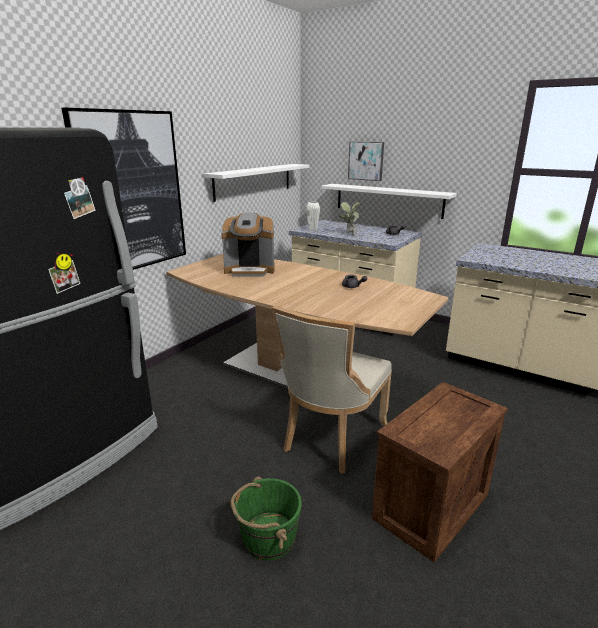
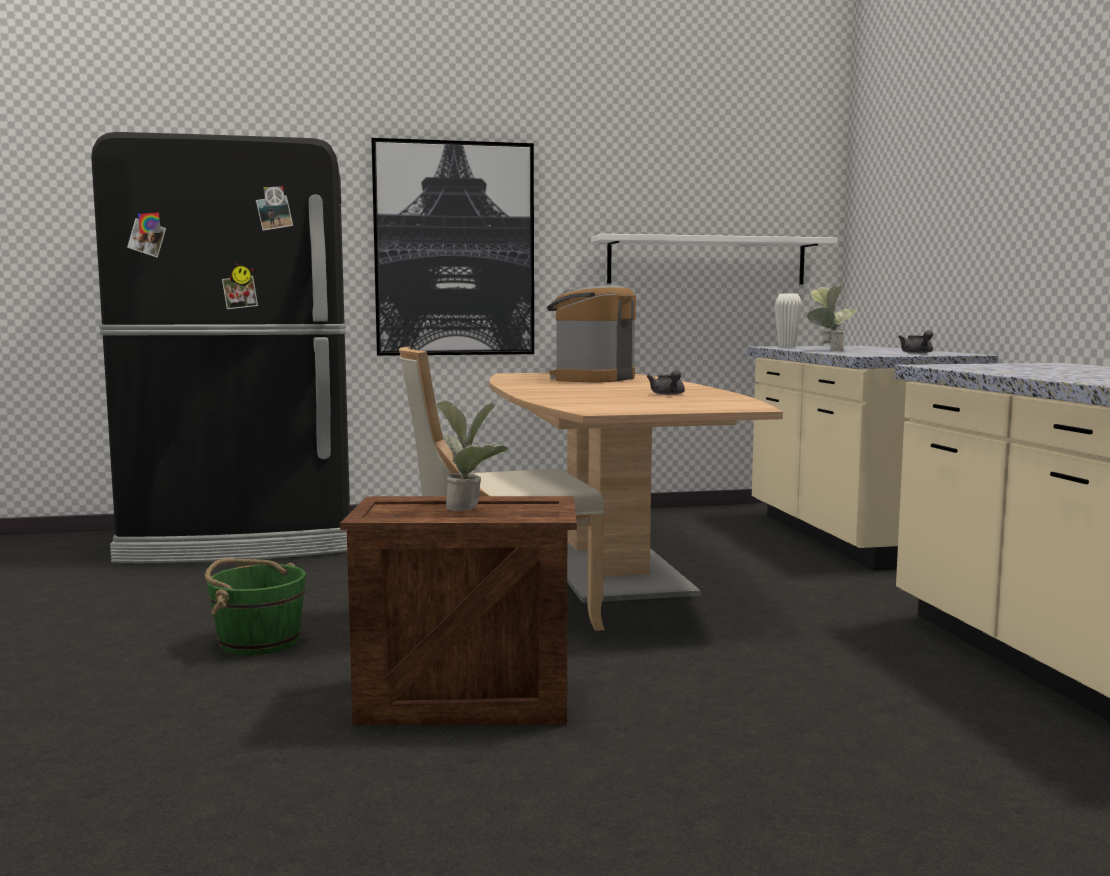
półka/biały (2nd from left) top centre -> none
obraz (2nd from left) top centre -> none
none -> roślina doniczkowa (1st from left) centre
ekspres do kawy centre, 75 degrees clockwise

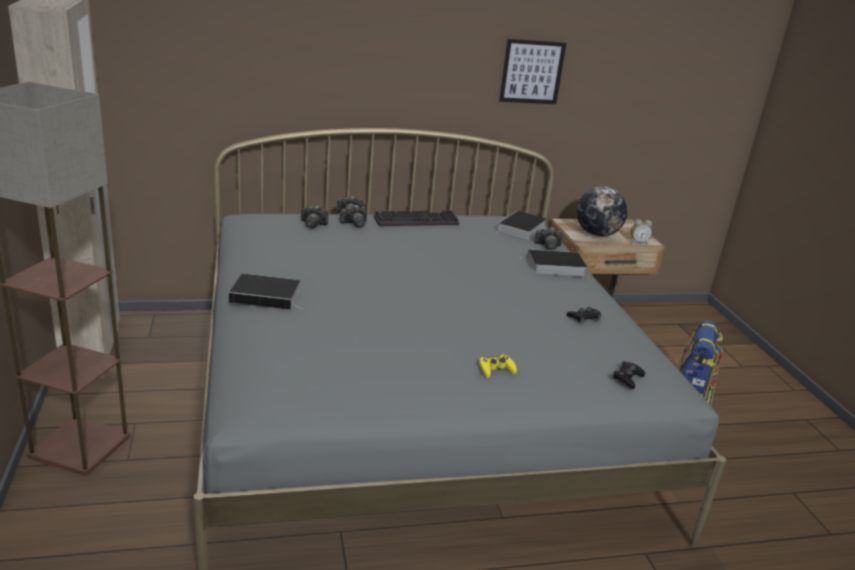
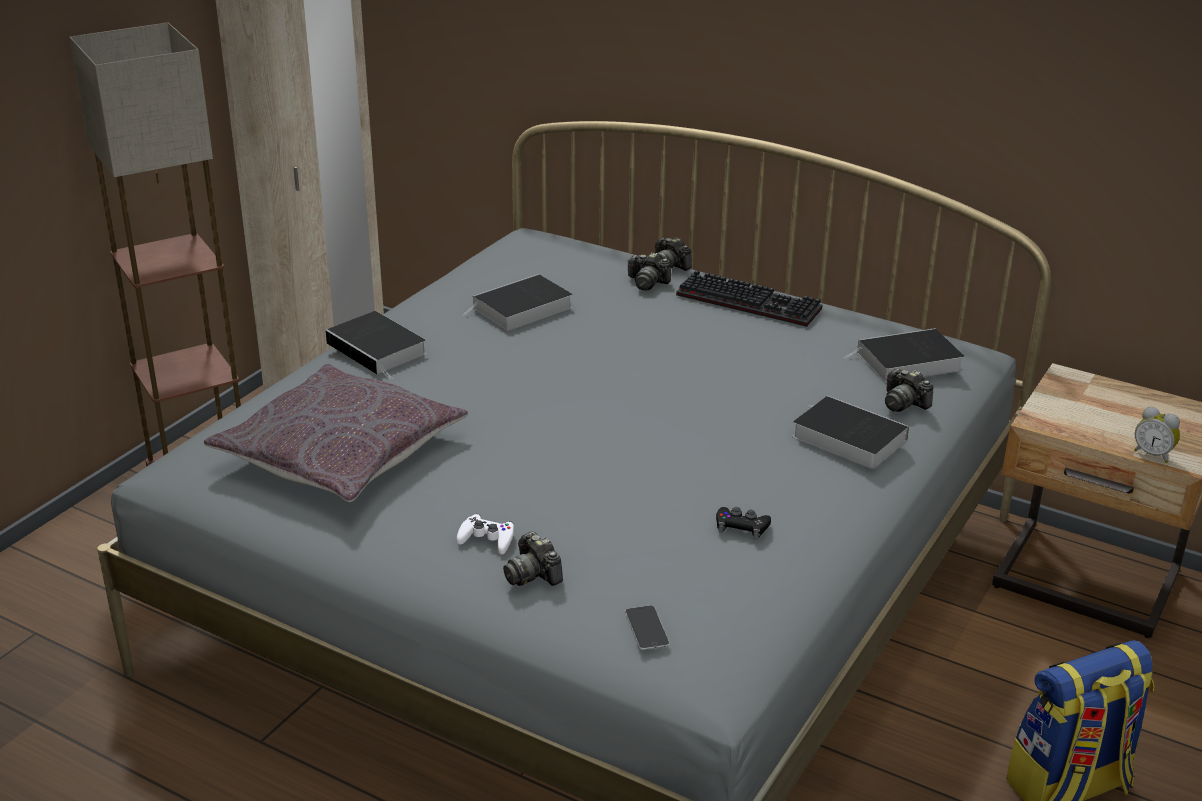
obraz top centre -> none
globus middle right -> none
none -> poduszka/szary middle left
none -> książka (2nd from left) centre
aparat fotograficzny (1st from left) centre -> aparat fotograficzny (1st from left) bottom centre, moved
pad do gier/czarny (2nd from left) middle right -> telefon bottom centre
pad do gier/żółty centre -> pad do gier/biały bottom centre

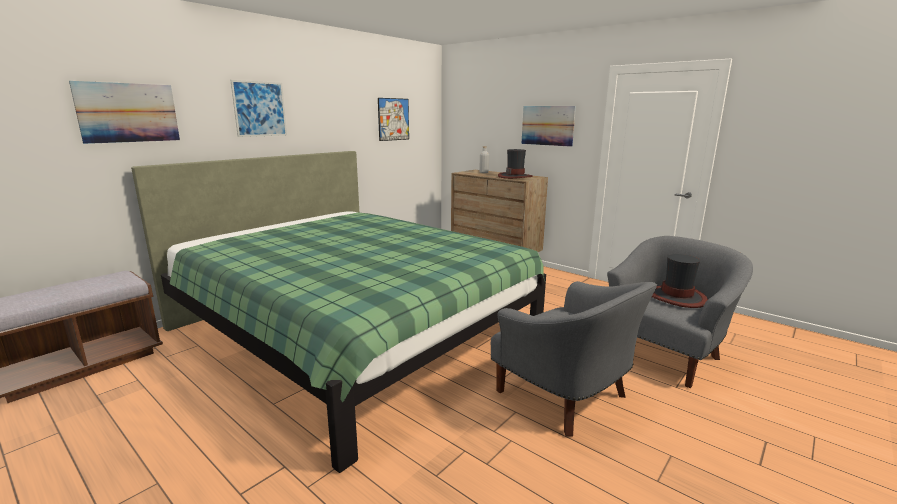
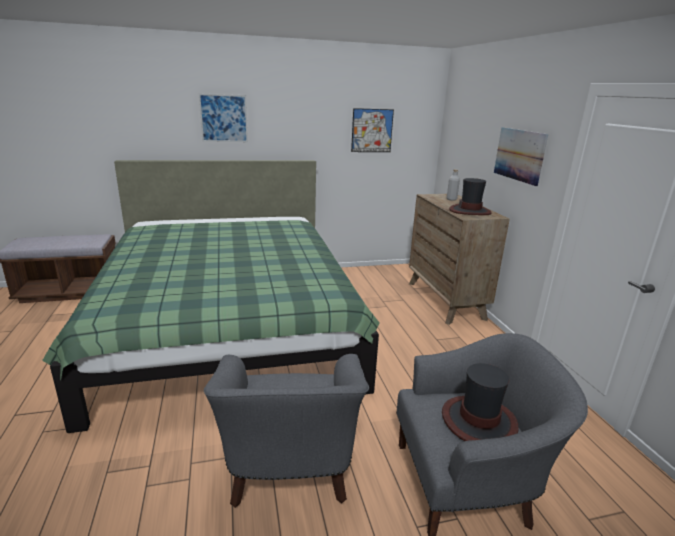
obraz (1st from left) top left -> none

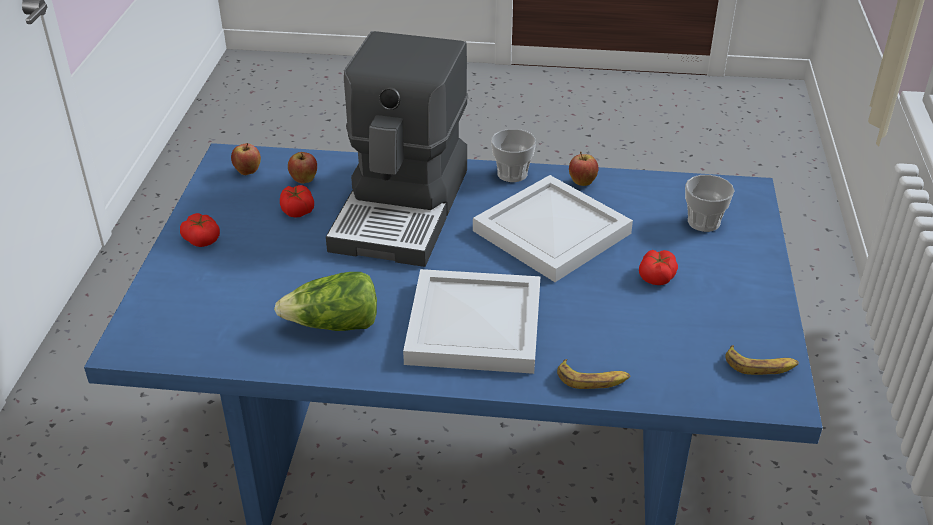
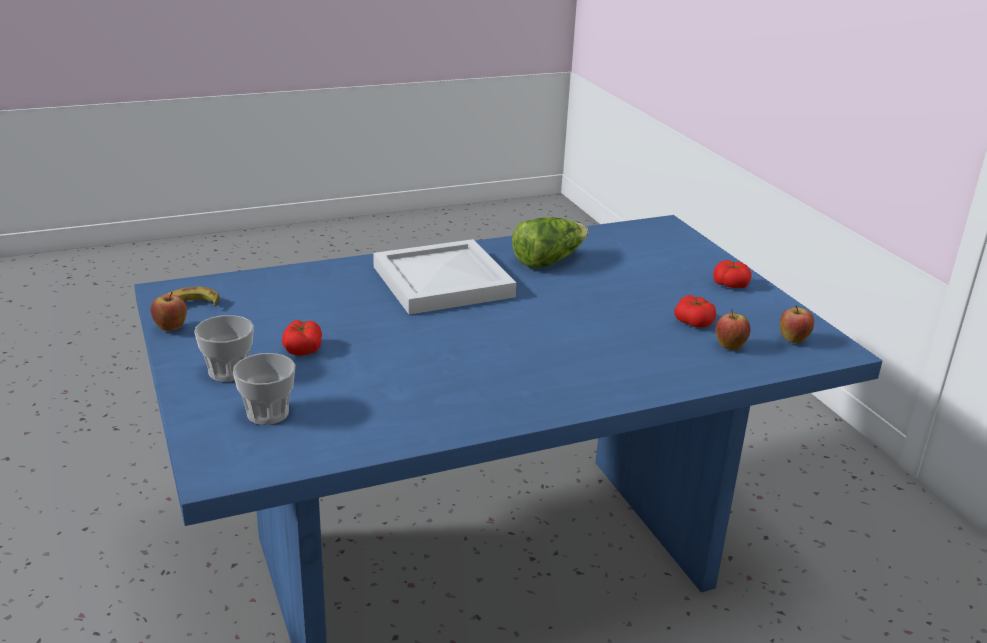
ekspres do kawy top centre -> none
taca/biały (2nd from left) centre -> none
banan (1st from left) bottom centre -> none
filiżanka (1st from left) top centre -> filiżanka (1st from left) middle left, moved
jabłko (3rd from left in the first image) top centre -> jabłko (1st from left) middle left, moved

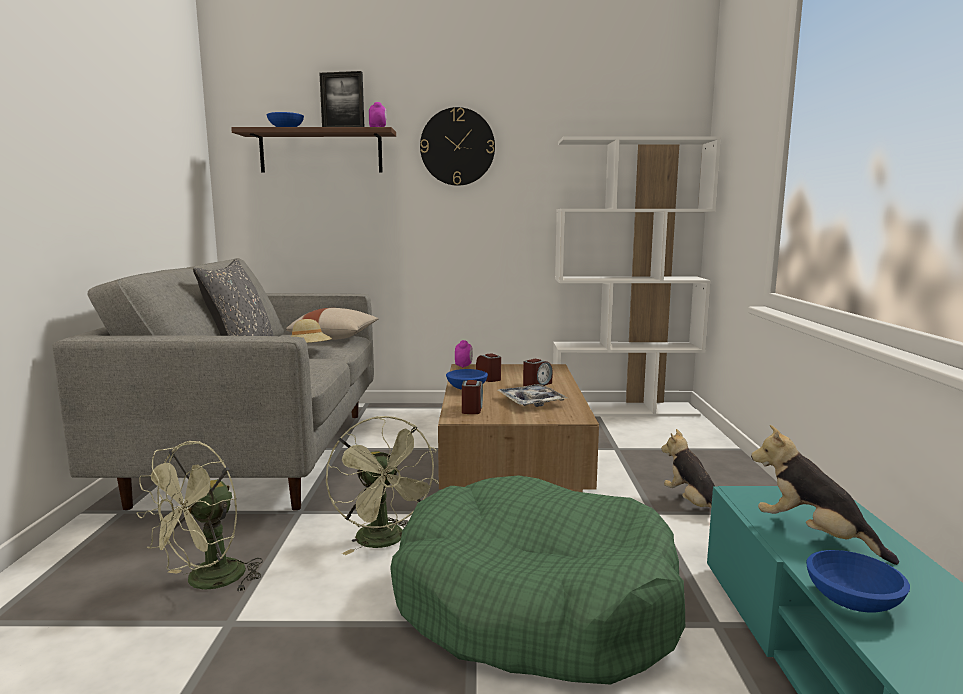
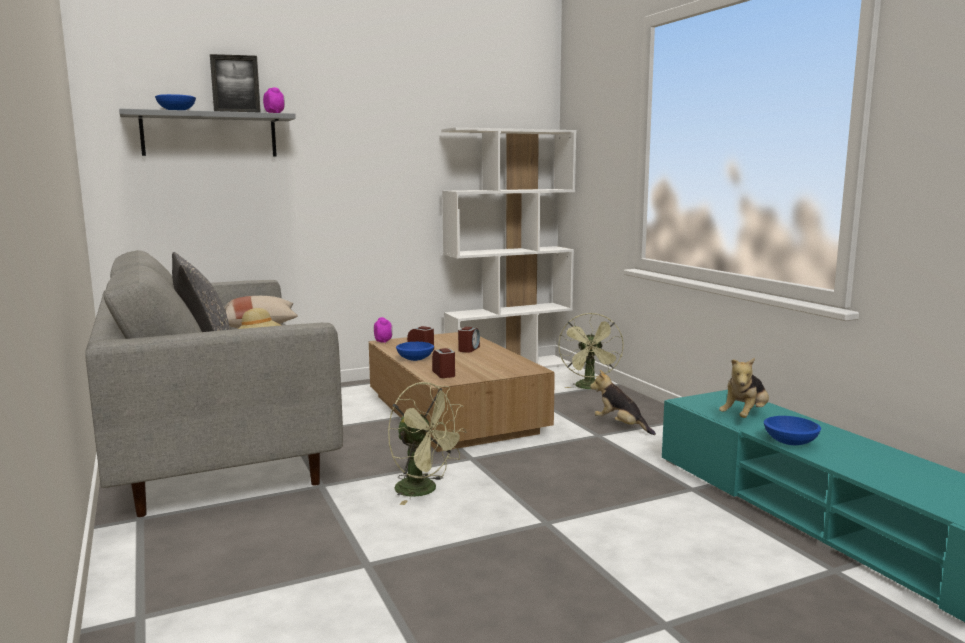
legowisko/zielony bottom centre -> none
zegar ścienny top centre -> none
taca centre -> none
wentylator/zielony (1st from left in the first image) bottom left -> wentylator/zielony (2nd from left) centre, moved
półka/brązowy top left -> półka/szary top left
pluszak (2nd from left) bottom right -> pluszak (2nd from left) middle right, 75 degrees counterclockwise

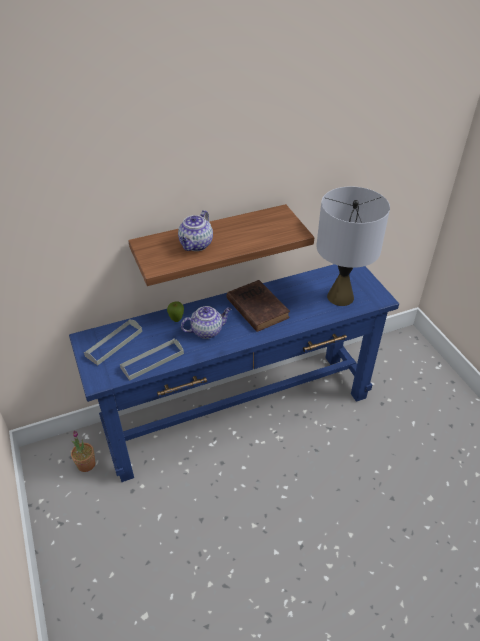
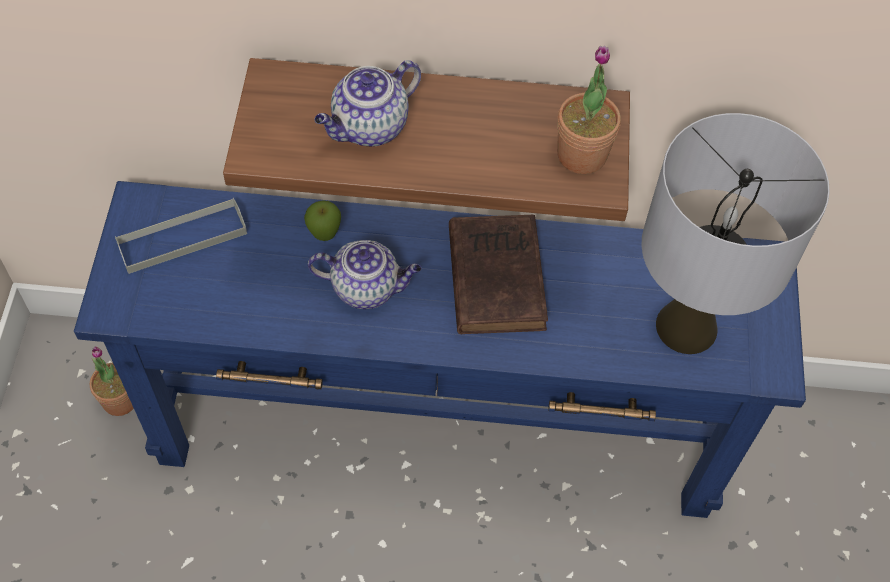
taca/szary (2nd from left) middle left -> none
none -> roślina doniczkowa (2nd from left) top centre

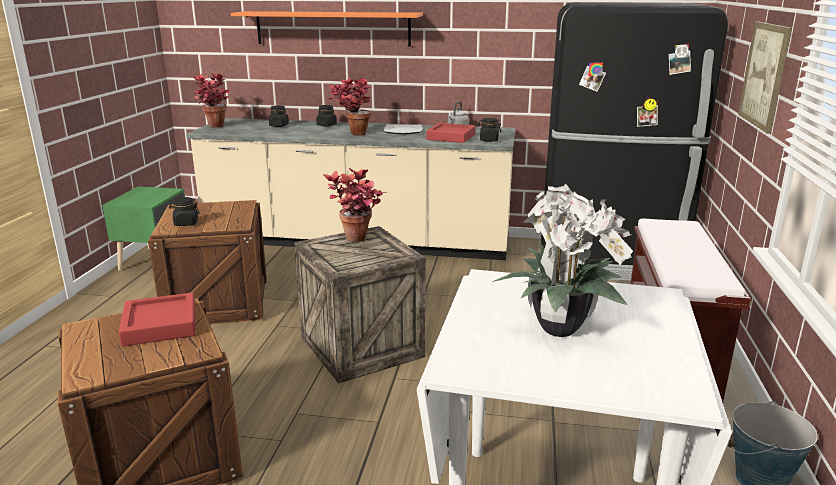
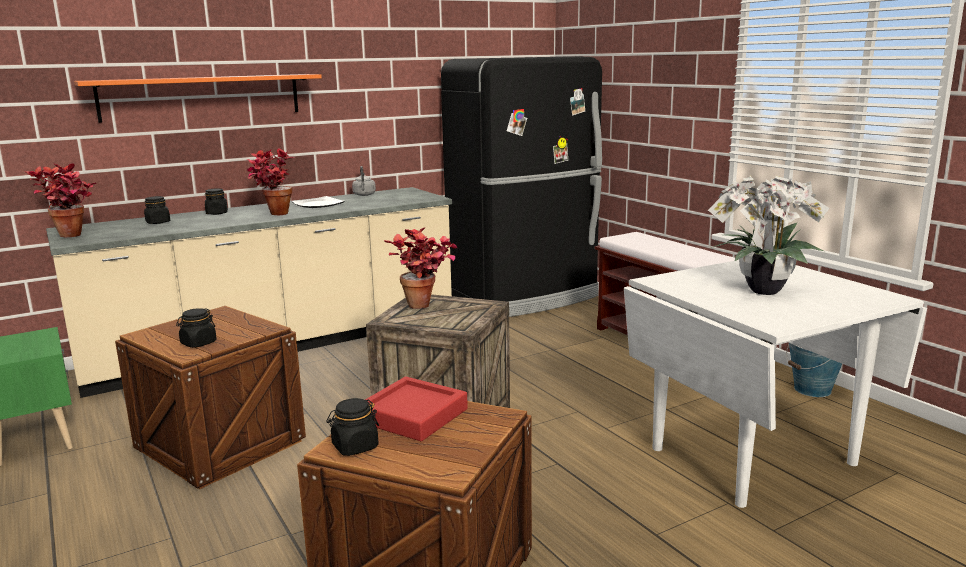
taca/czerwony (2nd from left) top centre -> none
obraz top right -> none
słoik/czarny (4th from left) top centre -> słoik/czarny (4th from left) bottom centre, moved

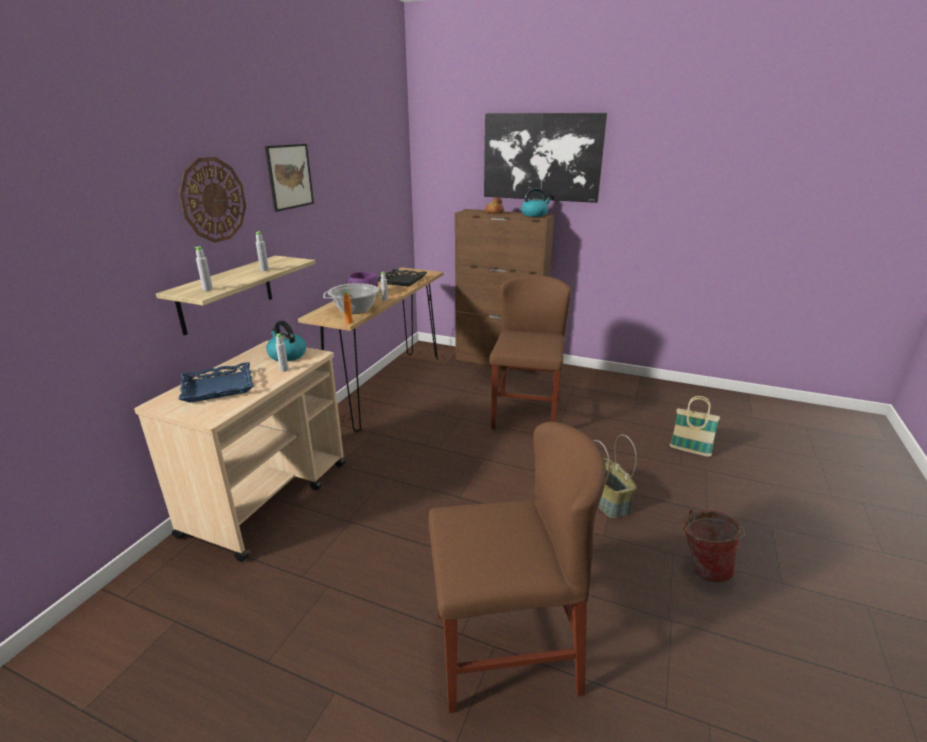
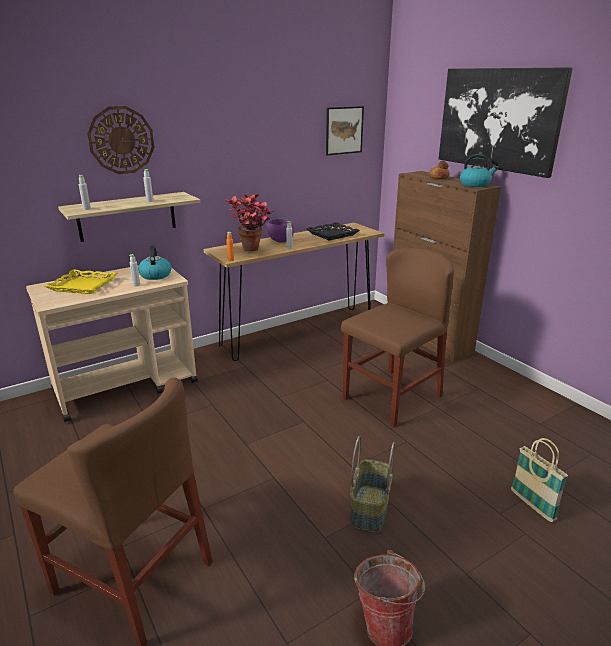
obraz (1st from left) top left -> obraz (1st from left) top centre, moved
garnek centre -> roślina doniczkowa centre
taca/niebieski middle left -> taca/żółty middle left

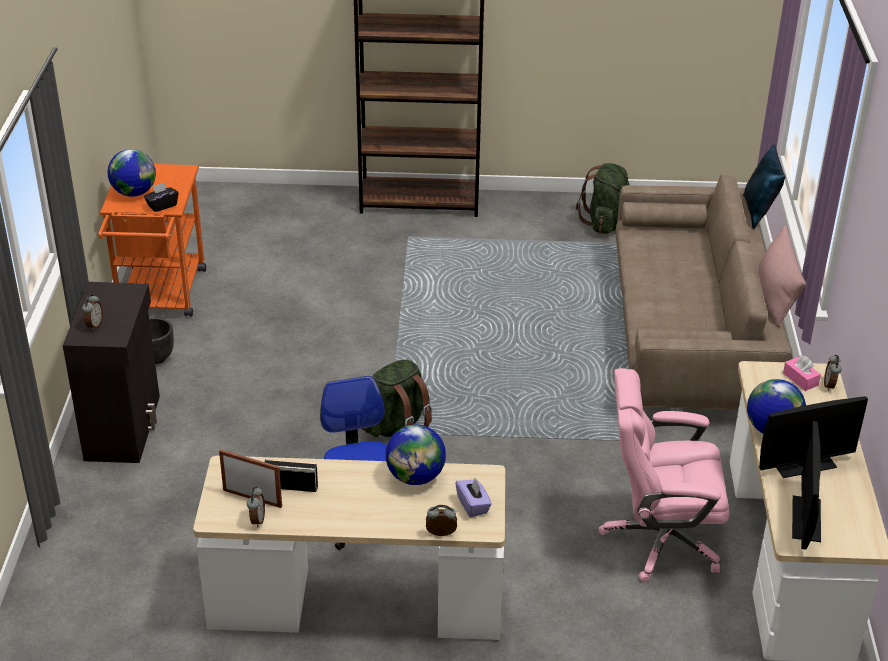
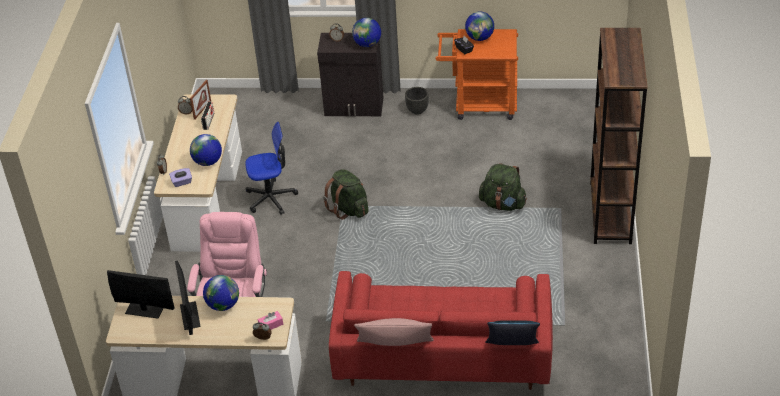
none -> globus (3rd from left) top centre
plecak/zielony (2nd from left) top right -> plecak/zielony (2nd from left) centre, moved
kanapa/beżowy middle right -> kanapa/czerwony bottom centre

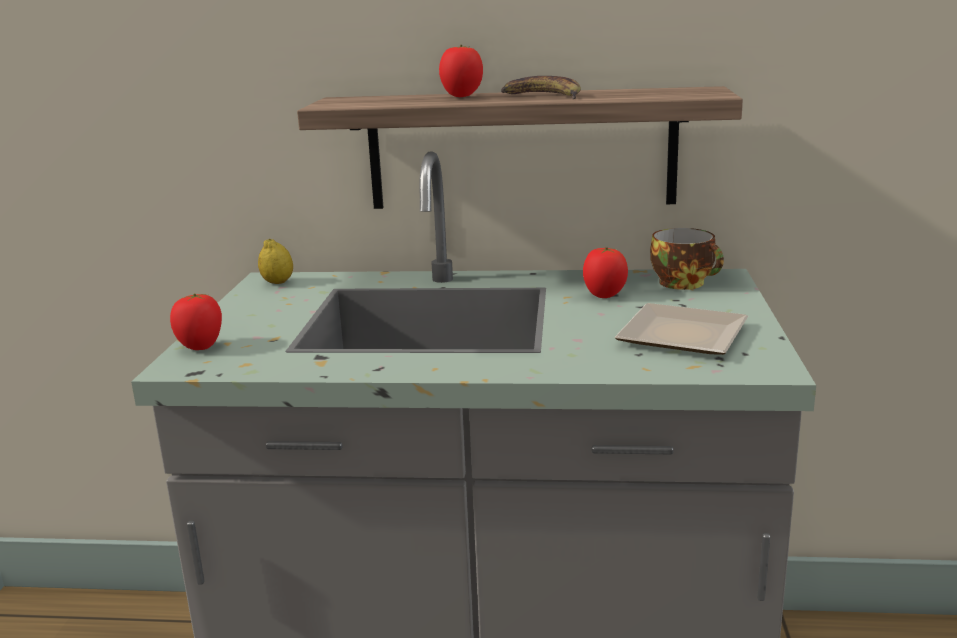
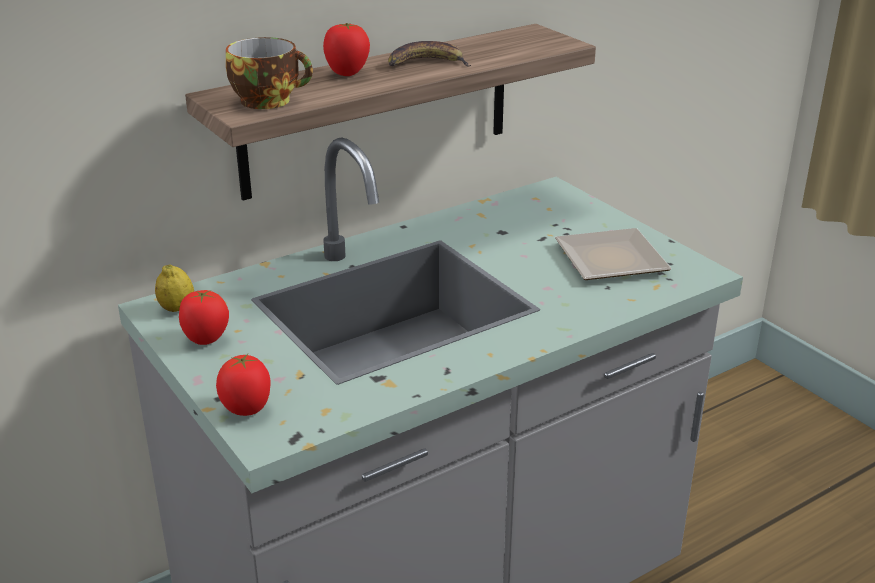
pomidor (3rd from left in the first image) centre -> pomidor (1st from left) middle left, moved
filiżanka middle right -> filiżanka top left, moved

